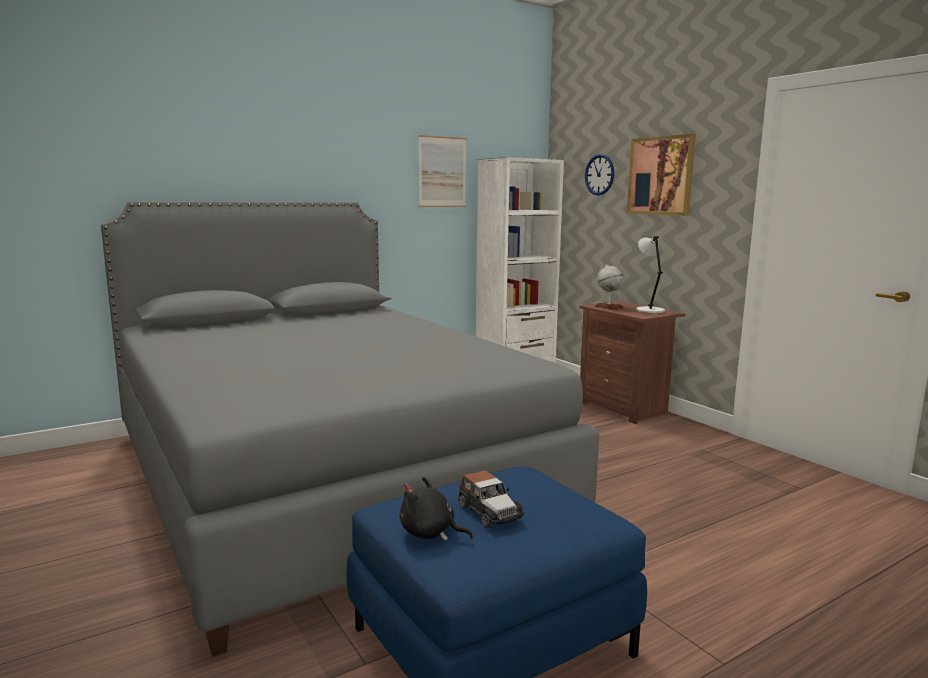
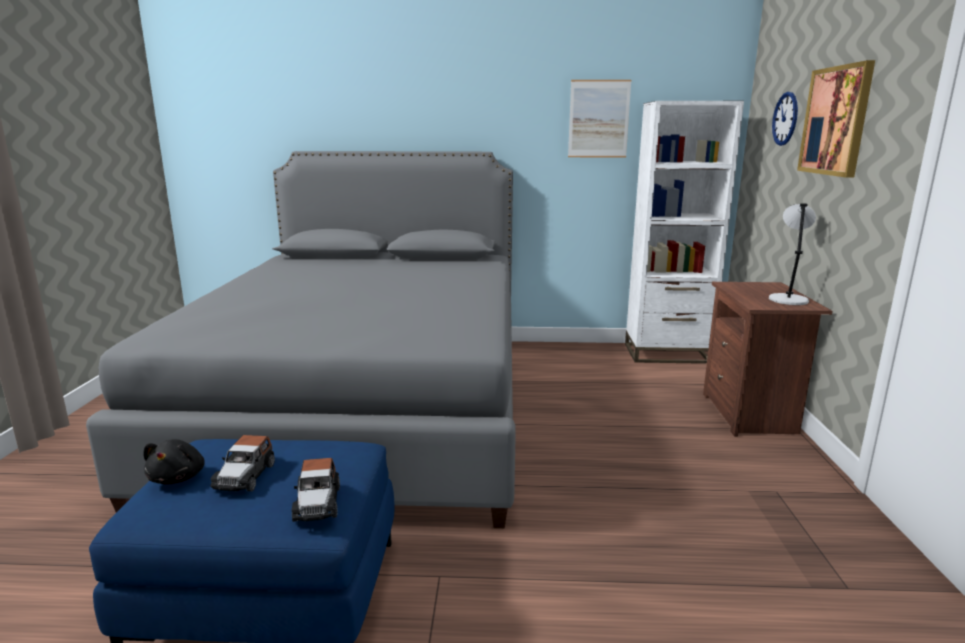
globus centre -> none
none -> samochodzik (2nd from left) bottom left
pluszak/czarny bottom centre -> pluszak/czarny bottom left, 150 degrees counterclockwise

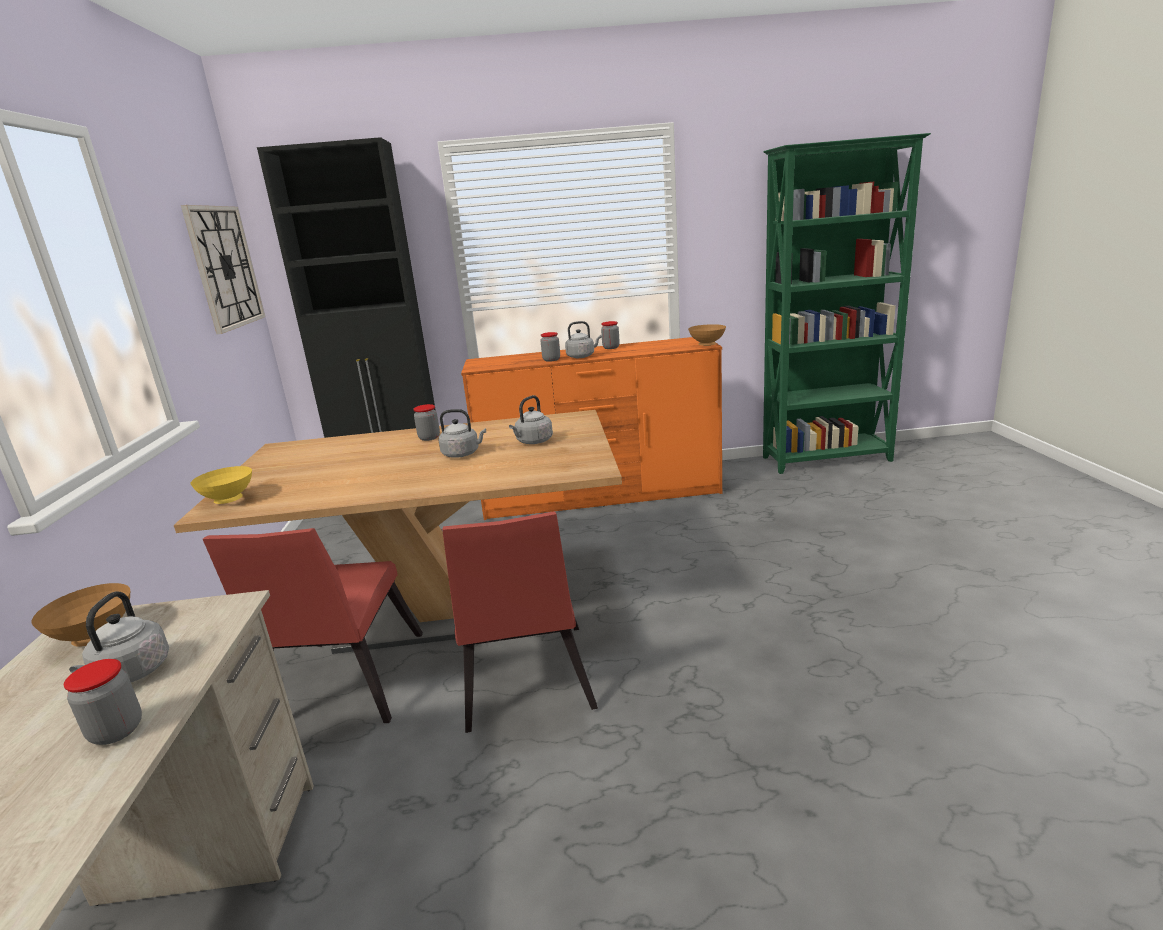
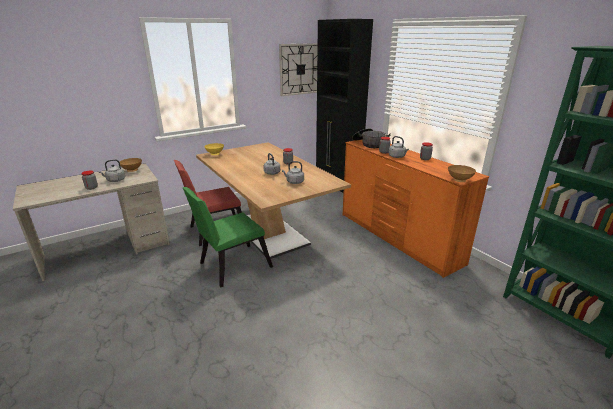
none -> garnek centre
krzesło/czerwony (2nd from left) bottom centre -> krzesło/zielony centre

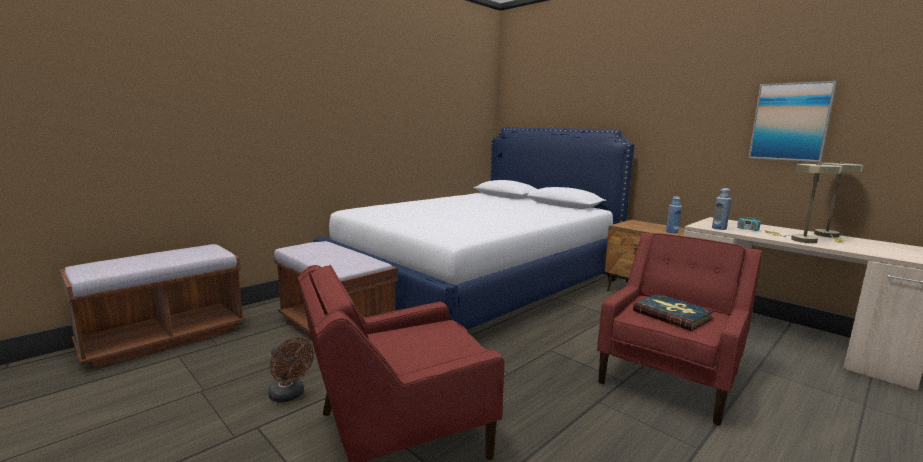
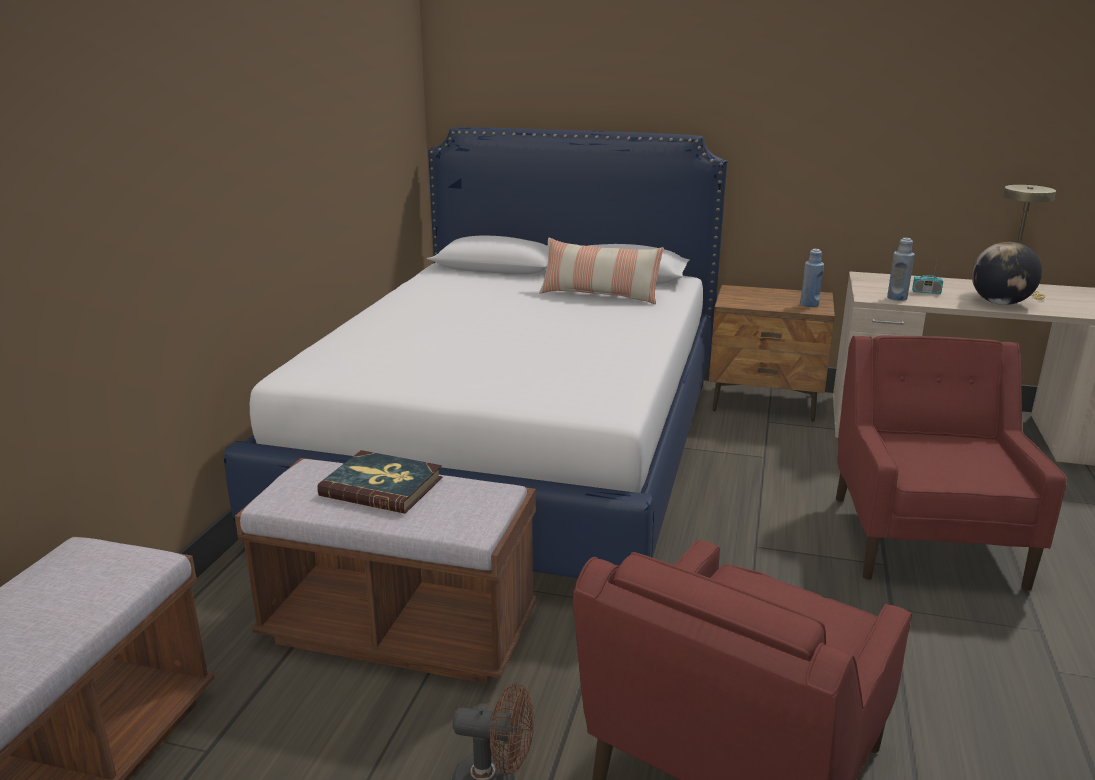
obraz top right -> none
none -> poduszka centre
książka bottom right -> książka centre, moved
lampa stołowa/beżowy (1st from left) middle right -> globus middle right

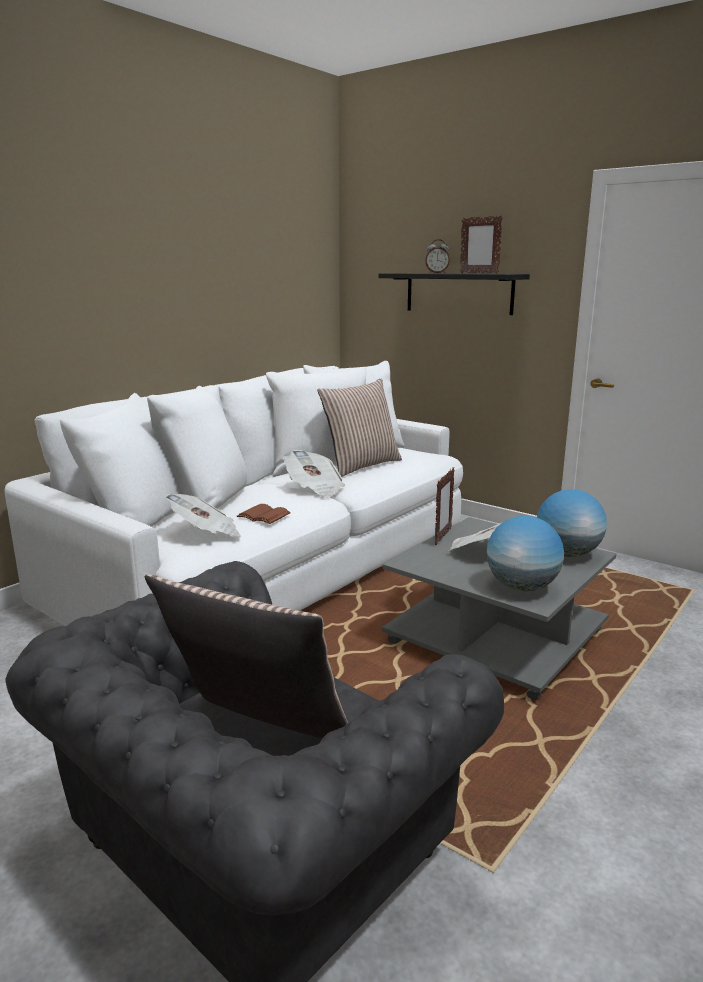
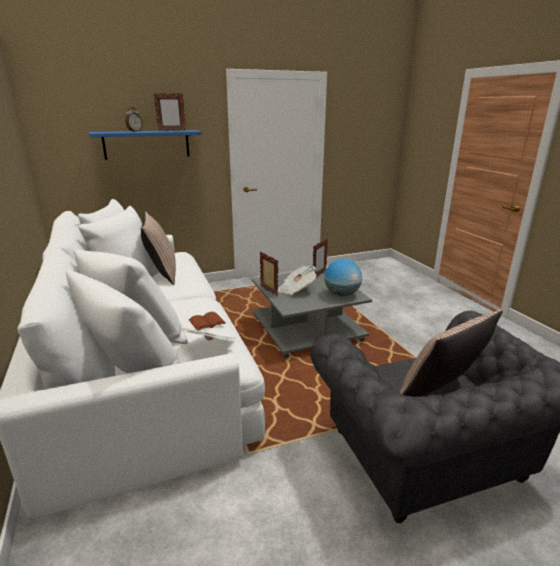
gazeta (2nd from left) centre -> none
globus (2nd from left) middle right -> ramka na zdjęcie (3rd from left) centre
półka/czarny top centre -> półka/niebieski top left

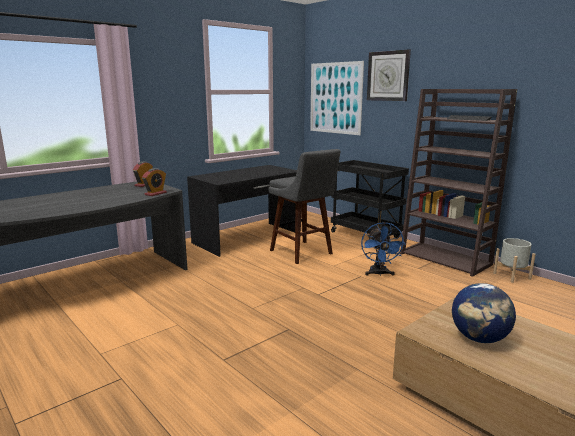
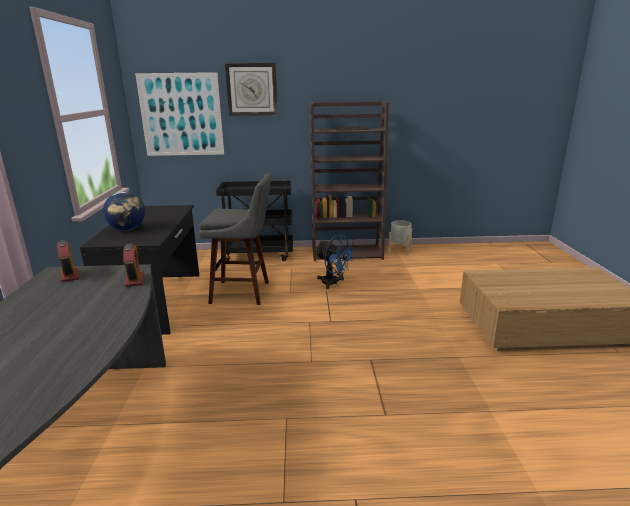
globus bottom right -> globus middle left, moved

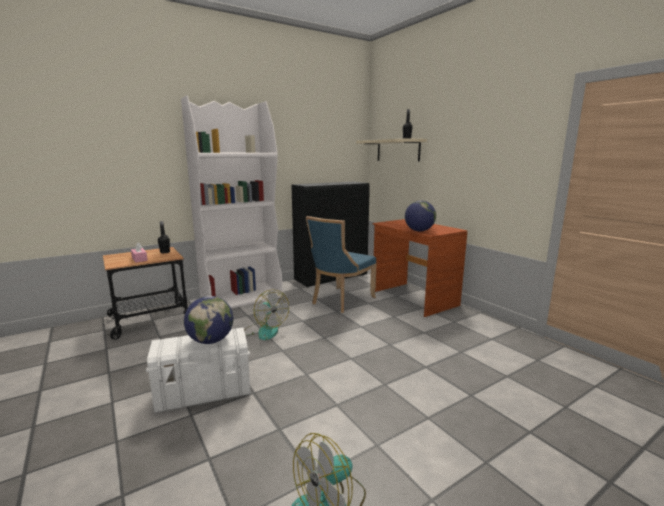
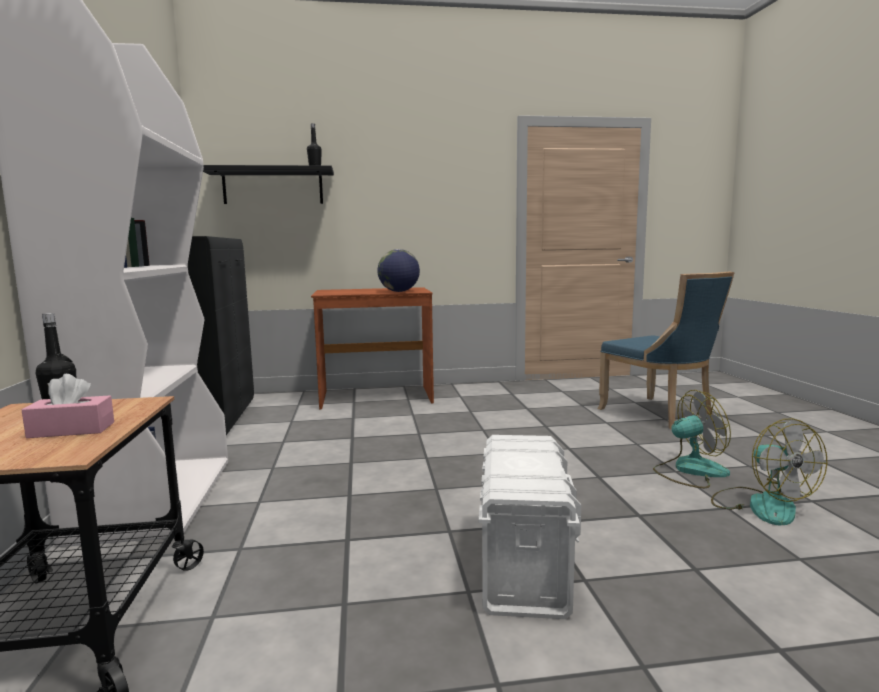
globus (1st from left) middle left -> none
wentylator (1st from left) centre -> wentylator (1st from left) middle right, moved
krzesło/niebieski centre -> krzesło/niebieski middle right, moved
półka/beżowy top centre -> półka/czarny top left

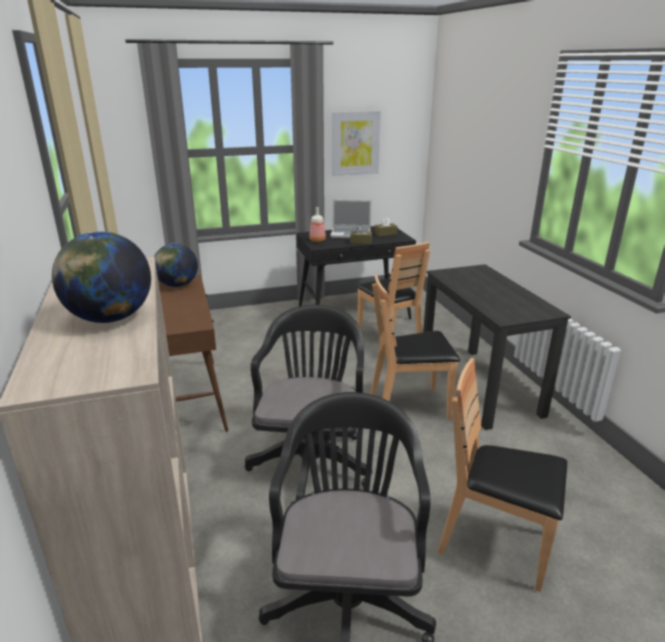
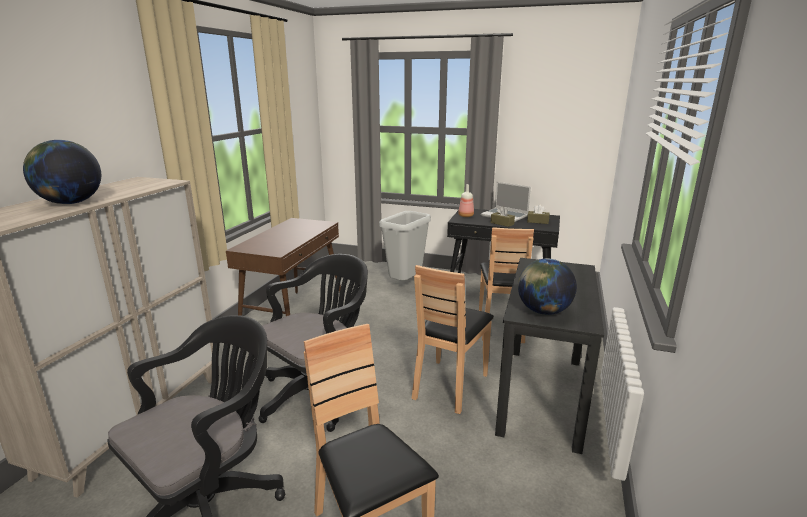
obraz top centre -> none
none -> kosz na śmieci/szary centre
globus (2nd from left) middle left -> globus (2nd from left) middle right, moved
krzesło/brązowy (2nd from left) centre, 90 degrees counterclockwise

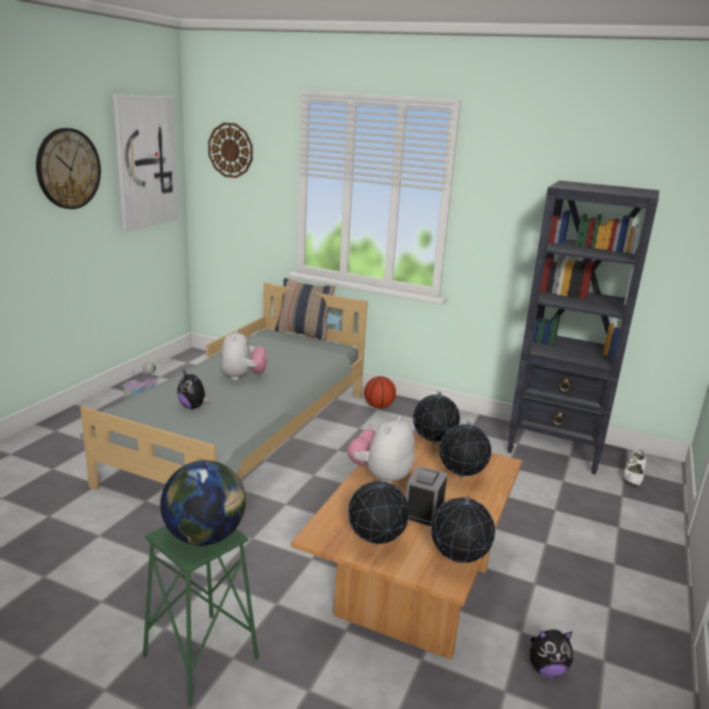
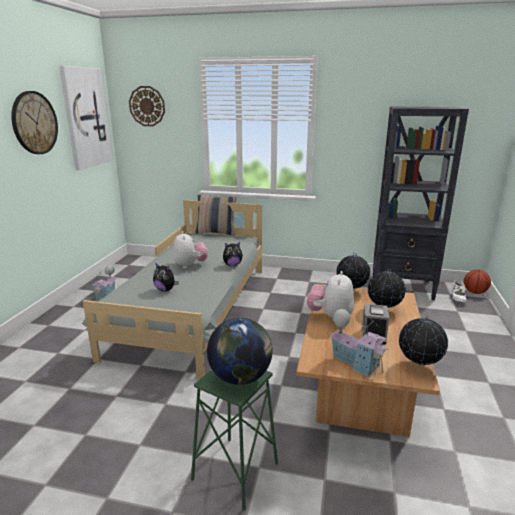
piłka do koszykówki centre -> piłka do koszykówki middle right, moved
pluszak (4th from left in the first image) bottom right -> pluszak (3rd from left) centre, moved
globus (2nd from left) bottom centre -> domek (2nd from left) middle right

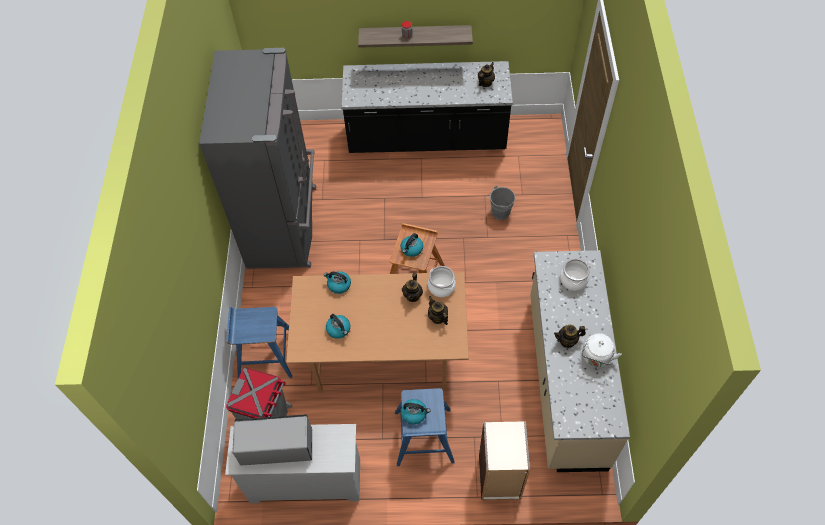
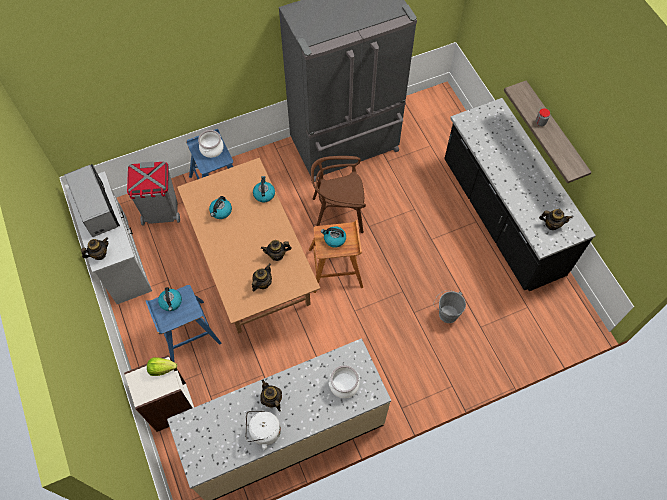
none -> imbryk (1st from left) middle left
none -> sałata bottom left
none -> krzesło/brązowy centre
garnek (1st from left) centre -> garnek (1st from left) top left, moved

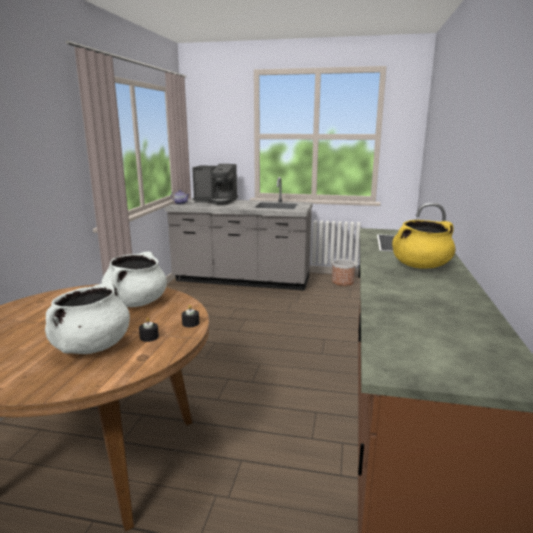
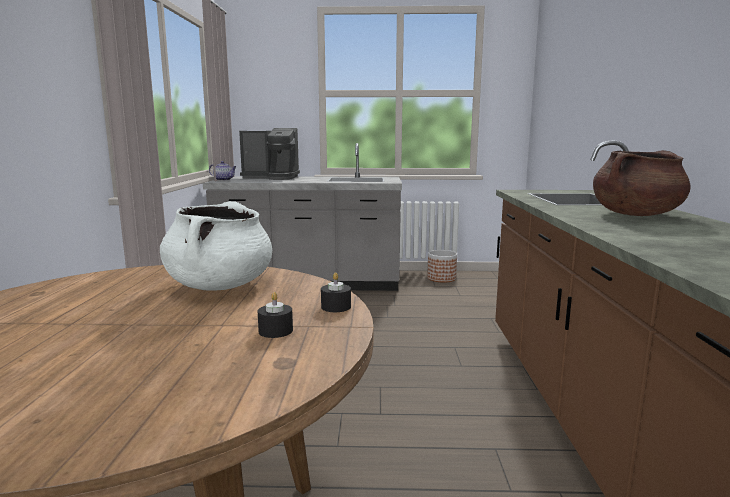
garnek/biały (1st from left) middle left -> none
garnek/żółty middle right -> garnek/brązowy middle right

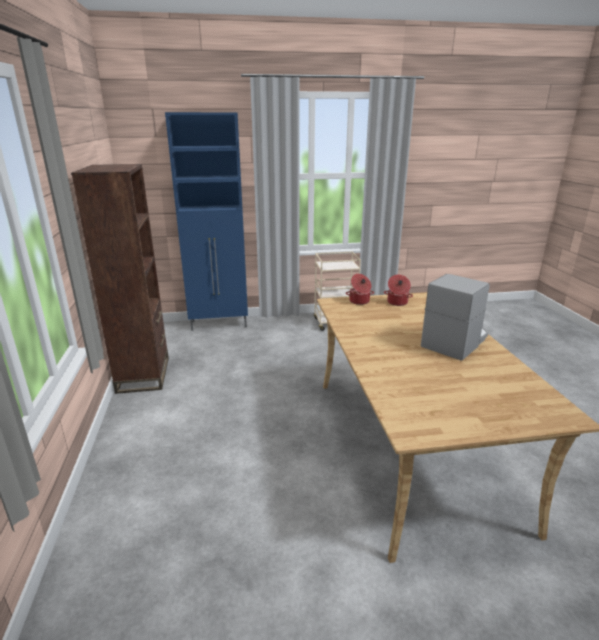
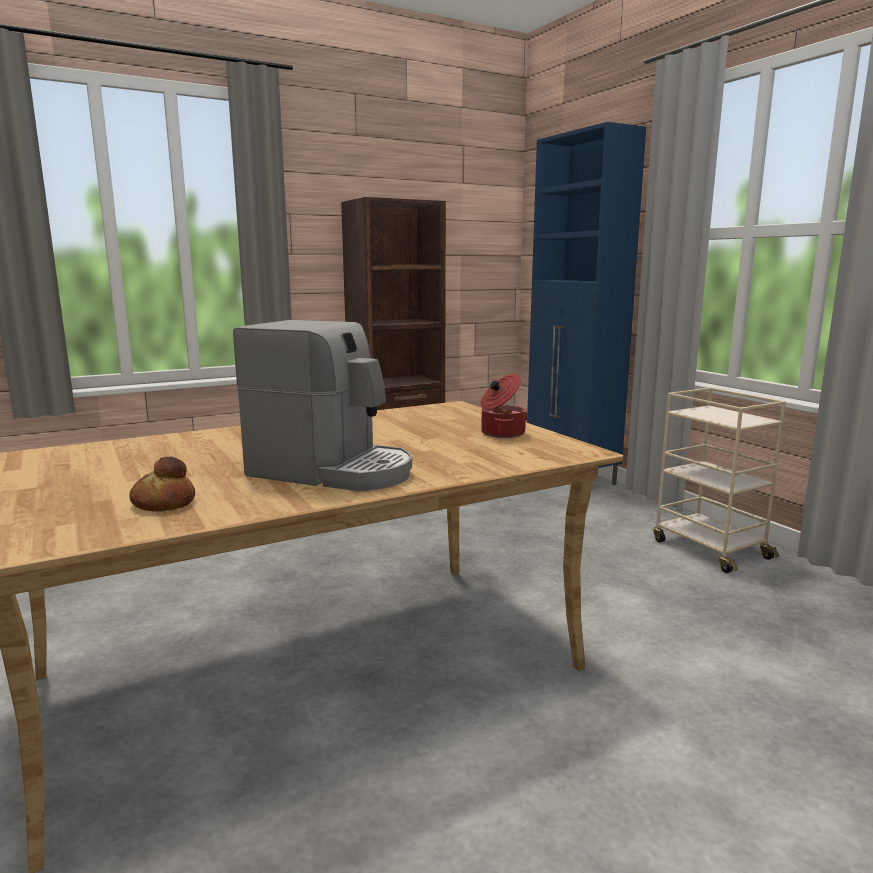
garnek (1st from left) centre -> none
none -> chleb middle left

